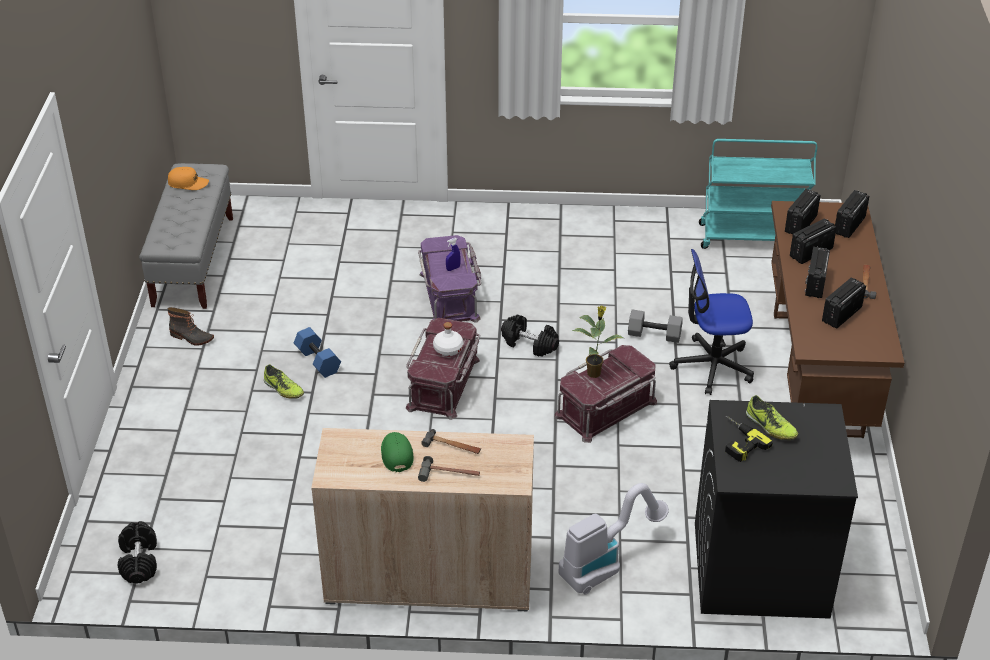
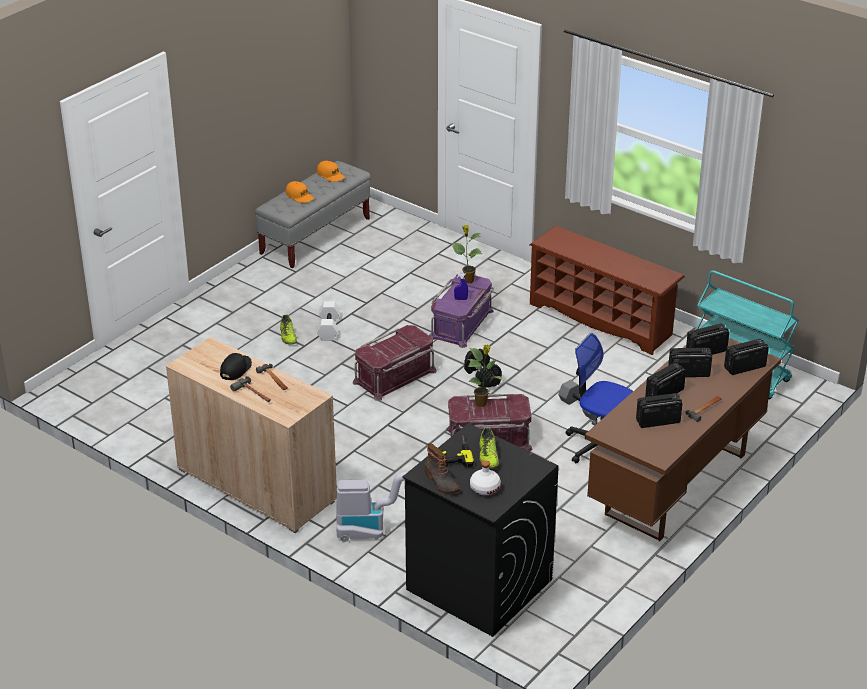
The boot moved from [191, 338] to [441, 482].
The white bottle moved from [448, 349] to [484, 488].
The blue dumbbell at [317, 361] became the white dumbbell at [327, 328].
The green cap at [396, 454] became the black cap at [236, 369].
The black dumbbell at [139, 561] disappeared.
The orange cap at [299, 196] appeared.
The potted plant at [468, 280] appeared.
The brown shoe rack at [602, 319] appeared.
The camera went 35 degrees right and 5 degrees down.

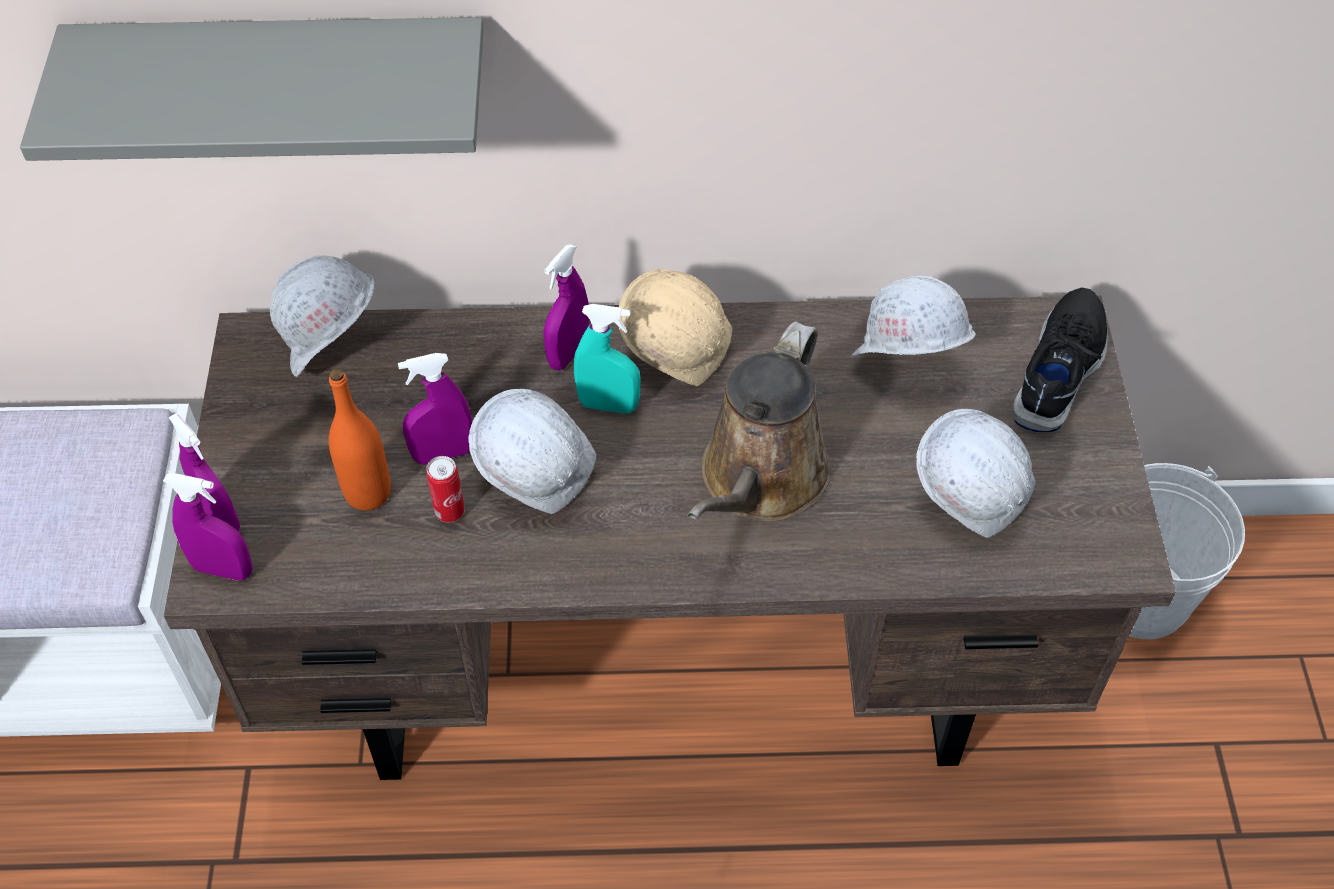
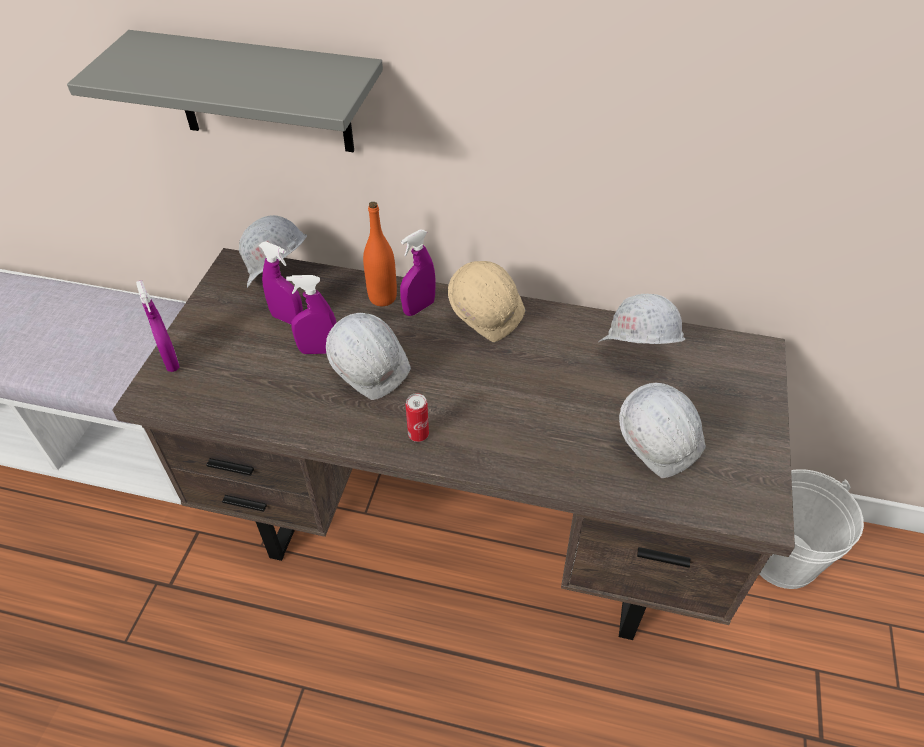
The black shoe at [1061, 370] disappeared.
The turquoise spray bottle at [608, 405] disappeared.
The brown watering can at [759, 481] disappeared.
The orange bottle moved from [368, 493] to [382, 297].
The can moved from [449, 512] to [418, 435].
The purple spray bottle moved from [223, 569] to [288, 319].
The camera went 15 degrees right and 5 degrees down.

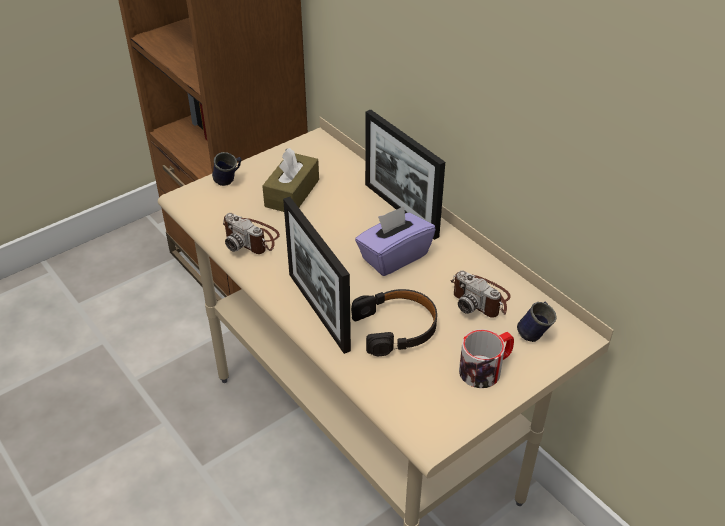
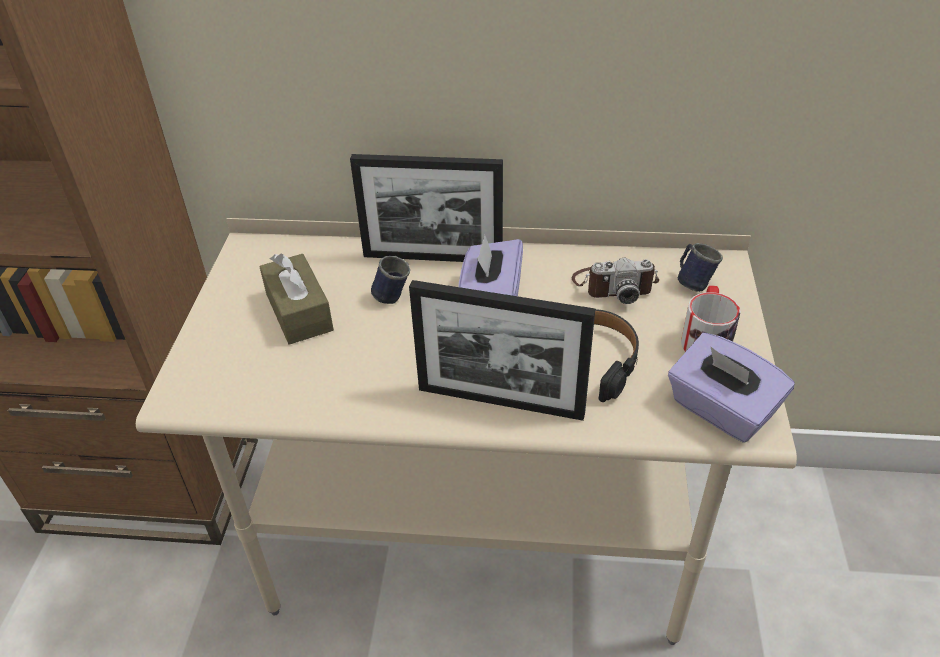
The blue mug moved from [229, 181] to [393, 294].
The photo camera at [252, 238] disappeared.
The purple tissue box at [721, 410] appeared.
The camera went 45 degrees left and 0 degrees up.

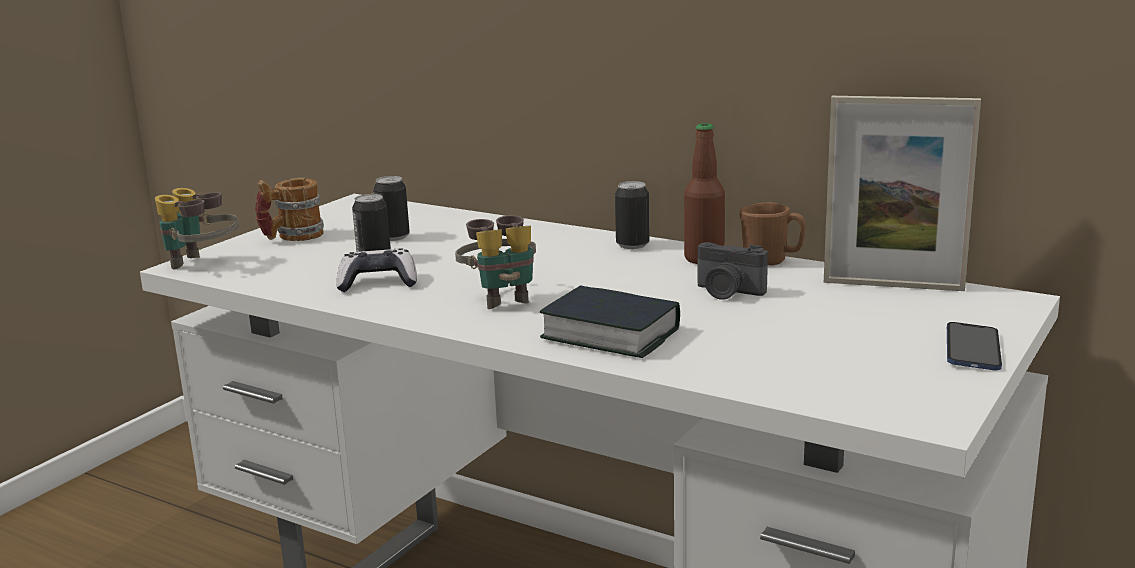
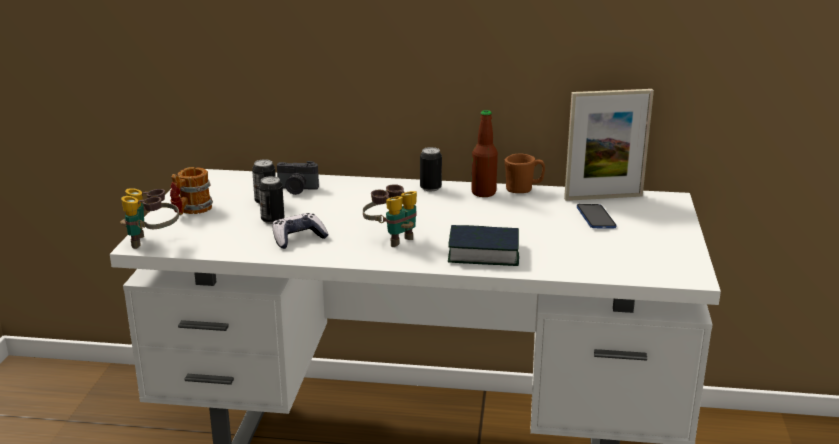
The photo camera moved from [727, 292] to [297, 189].
The phone moved from [972, 349] to [595, 218].
The camera went 25 degrees left and 5 degrees up.

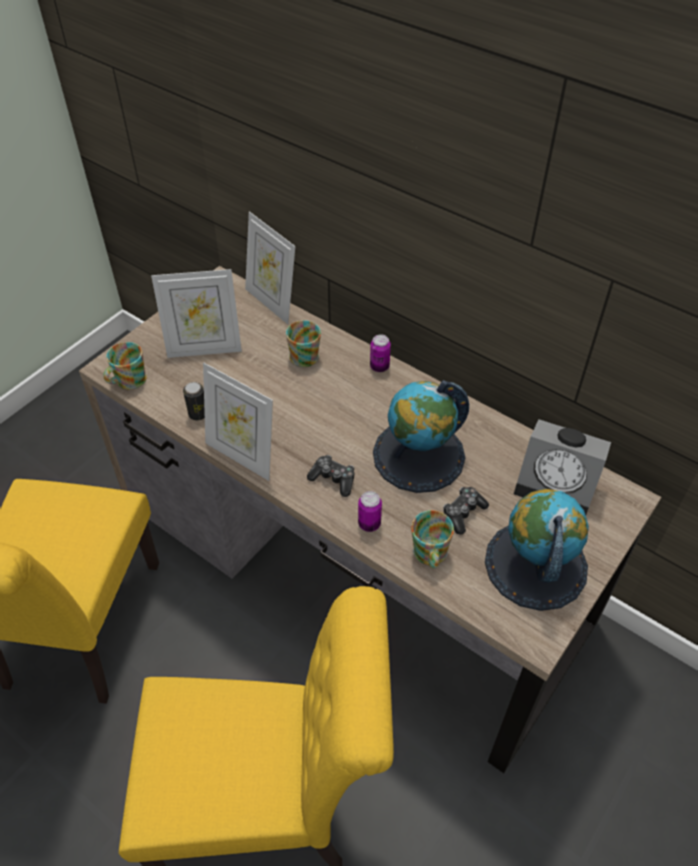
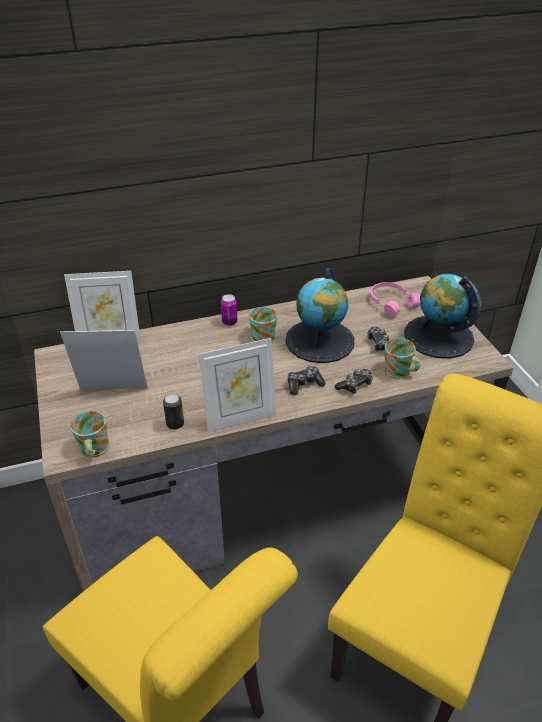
The picture frame at [204, 349] turned 120 degrees counterclockwise.
The mug moved from [306, 354] to [261, 335].
The alarm clock at [558, 486] was replaced by the pink headphones at [391, 302].
The can at [369, 524] was replaced by the game controller at [355, 385].
The camera went 55 degrees left and 10 degrees down.

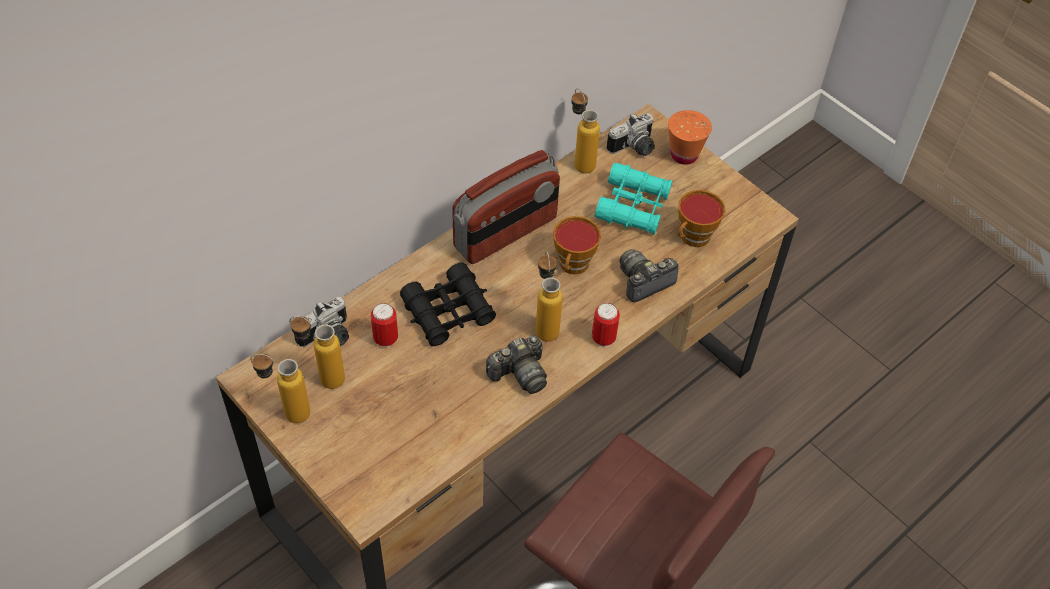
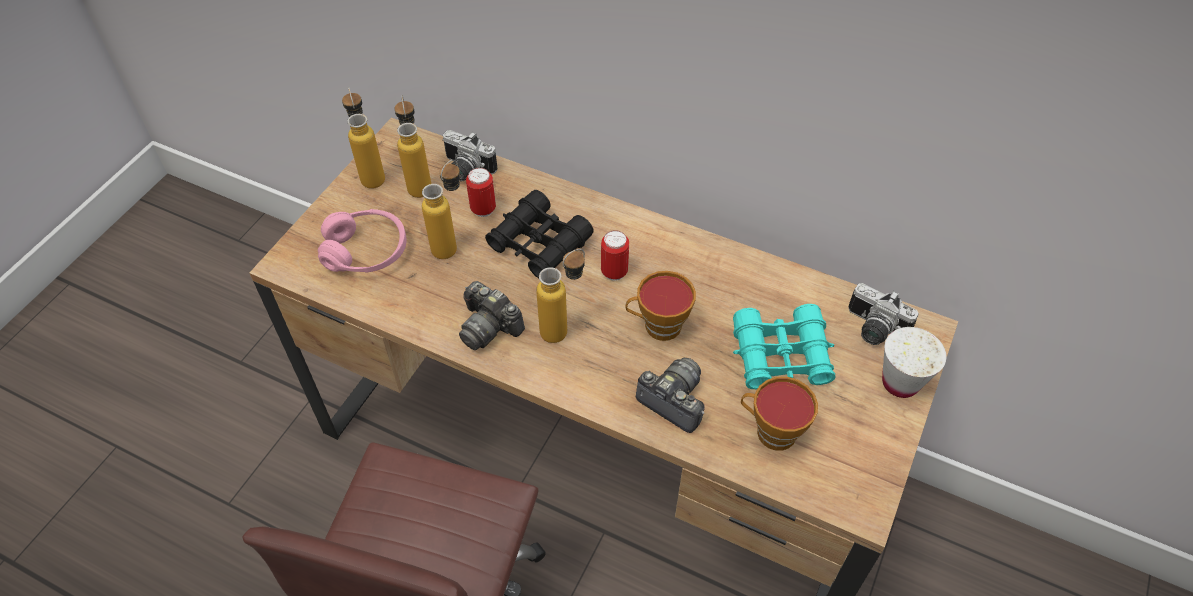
The bottle moved from [580, 160] to [451, 244].
The orange cup at [684, 155] became the white cup at [900, 382].
The radio at [506, 233] disappeared.
The can moved from [603, 338] to [614, 272].
The pink headphones at [366, 251] appeared.
The camera went 70 degrees right and 0 degrees up.

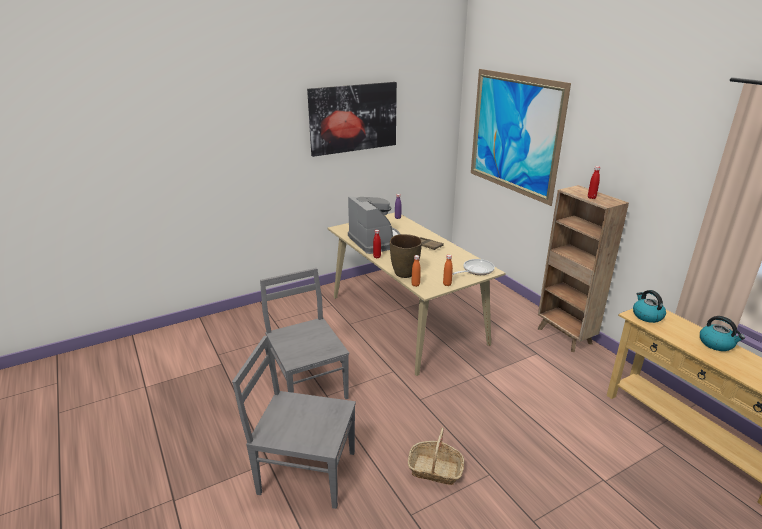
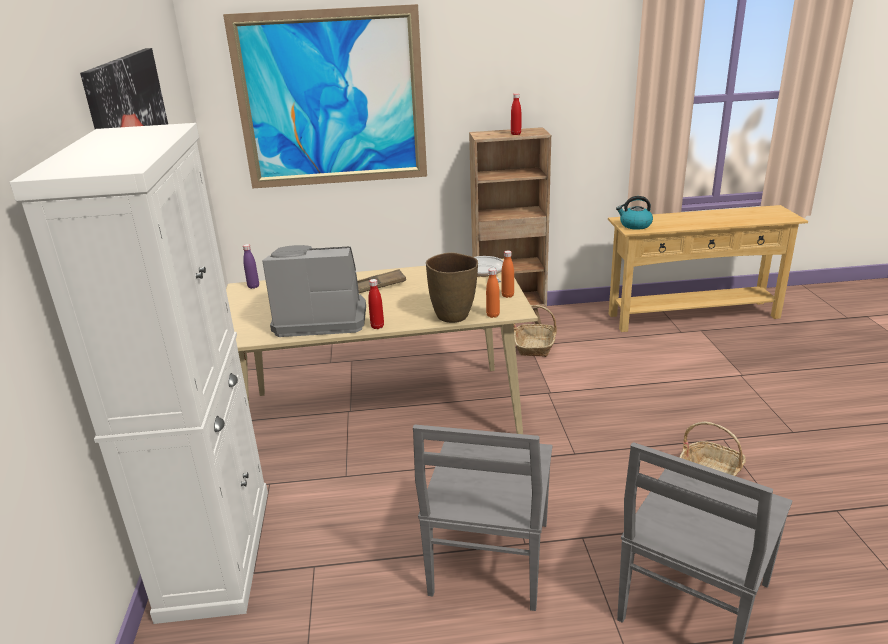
The grey chair at [308, 386] turned 75 degrees counterclockwise.
The kettle at [716, 344] disappeared.
The white cabinet at [217, 550] appeared.
The basket at [535, 346] appeared.
The camera went 65 degrees left and 0 degrees up.

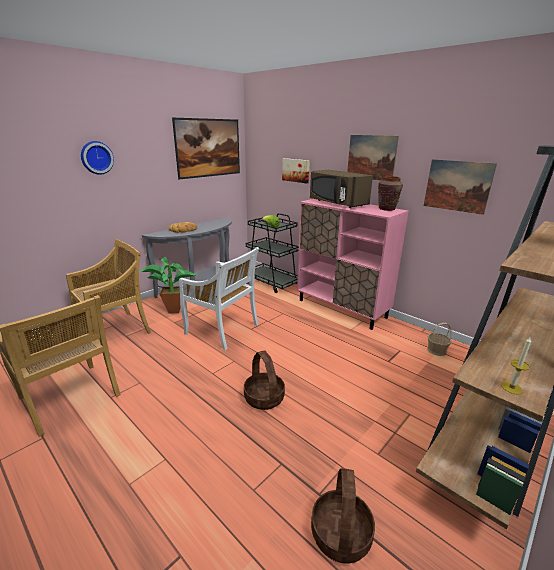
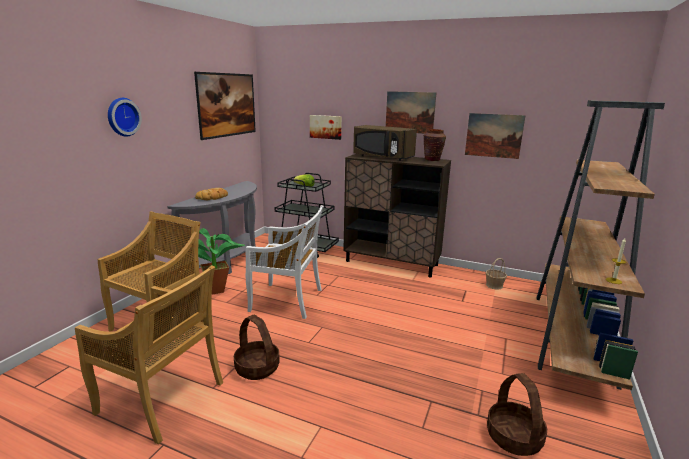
The pink cabinet at [342, 308] became the brown cabinet at [392, 263].
The basket moved from [264, 398] to [257, 368].
The camera went 20 degrees left and 5 degrees down.

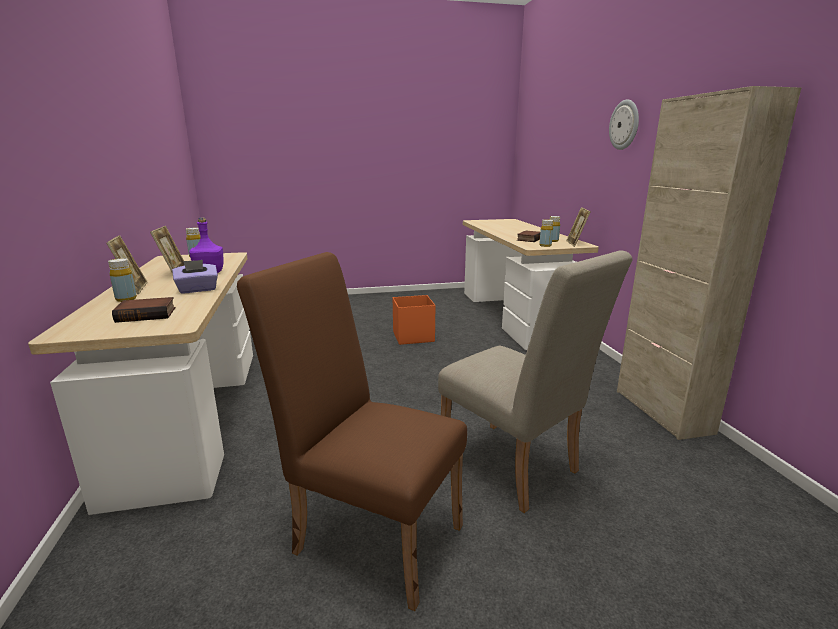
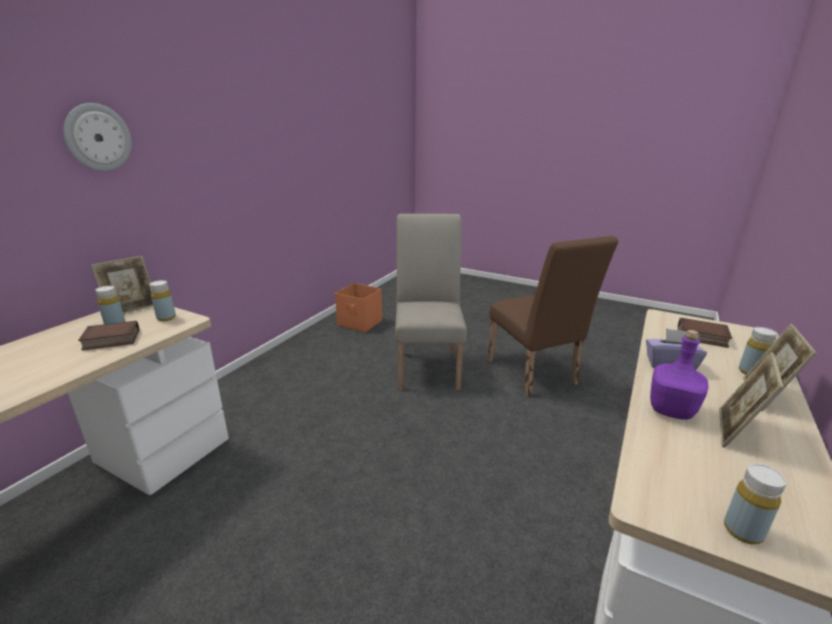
The beige cabinet at [662, 411] disappeared.
The orange storage box moved from [412, 337] to [360, 323].
The camera went 140 degrees left and 5 degrees up.

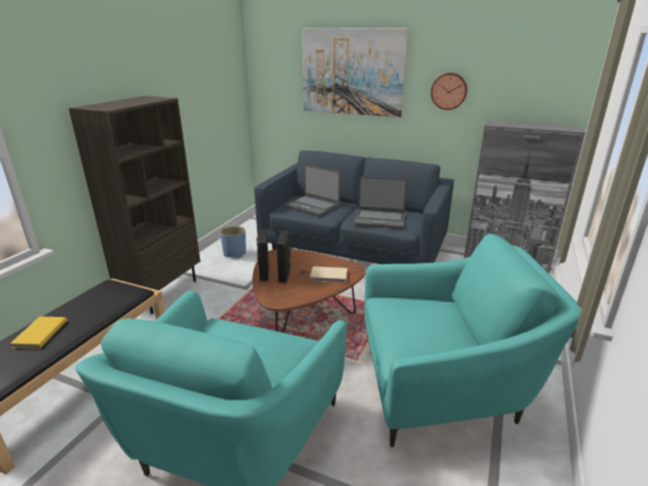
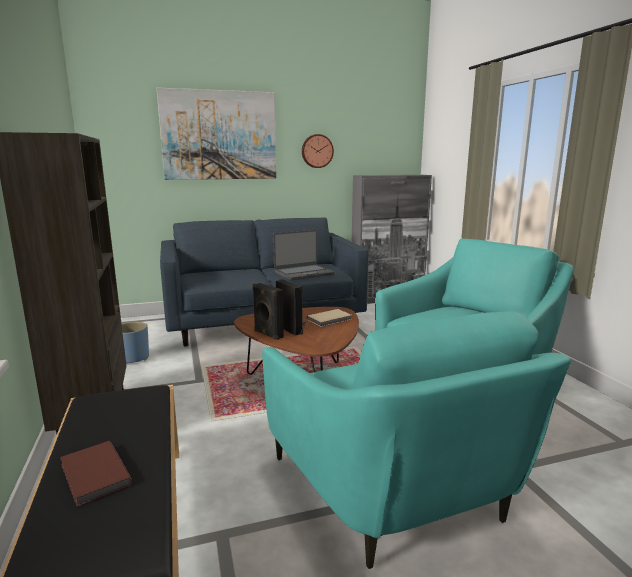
The laptop at [312, 206] disappeared.
The yellow book at [39, 334] became the brown book at [94, 475].
The camera went 40 degrees left and 10 degrees down.

